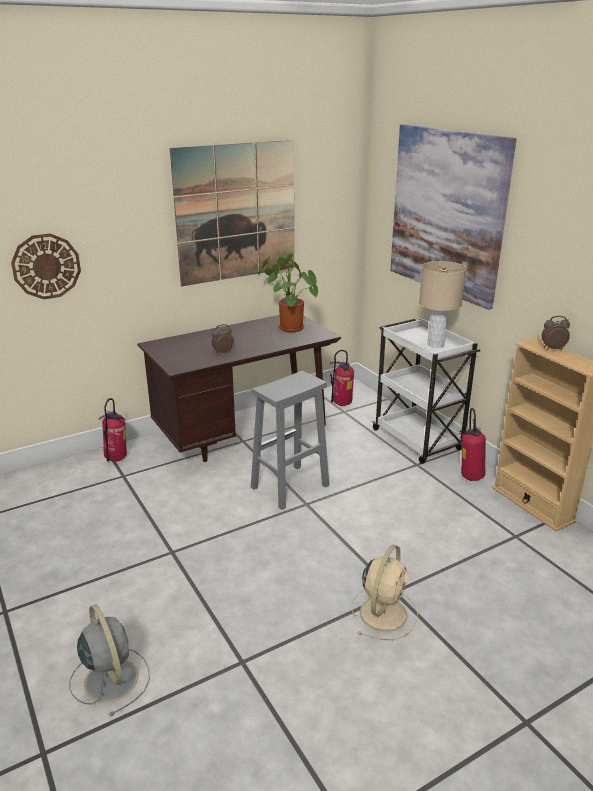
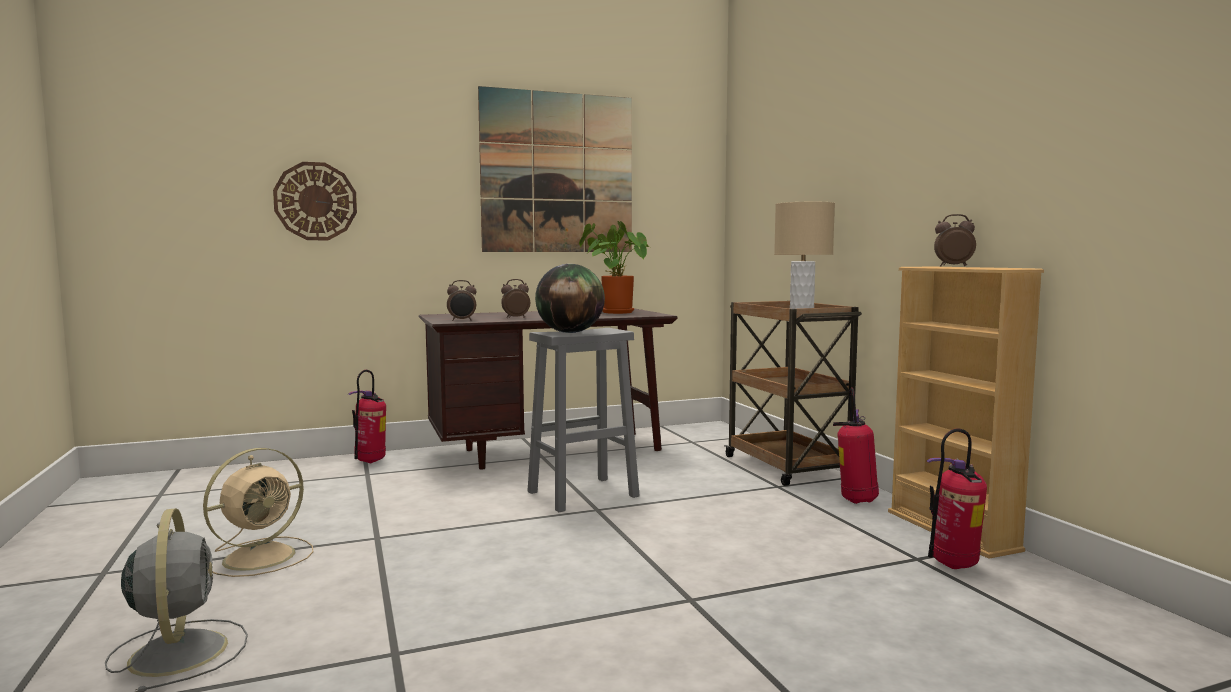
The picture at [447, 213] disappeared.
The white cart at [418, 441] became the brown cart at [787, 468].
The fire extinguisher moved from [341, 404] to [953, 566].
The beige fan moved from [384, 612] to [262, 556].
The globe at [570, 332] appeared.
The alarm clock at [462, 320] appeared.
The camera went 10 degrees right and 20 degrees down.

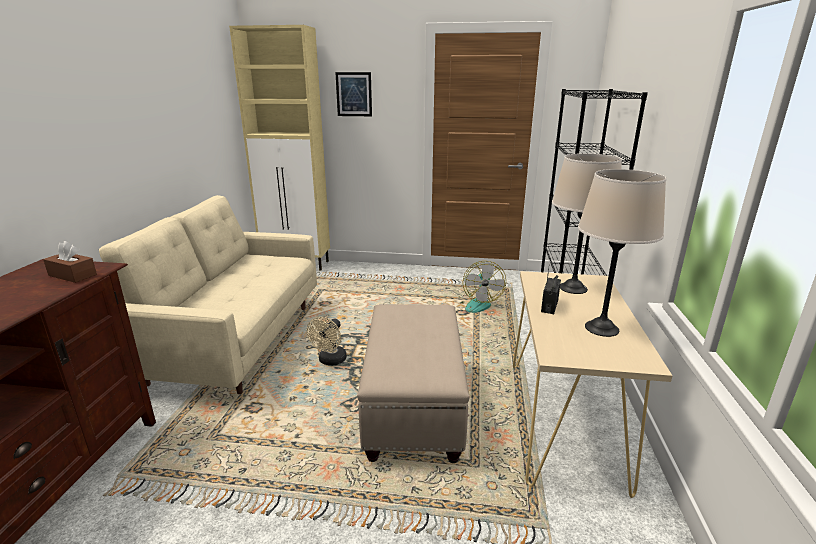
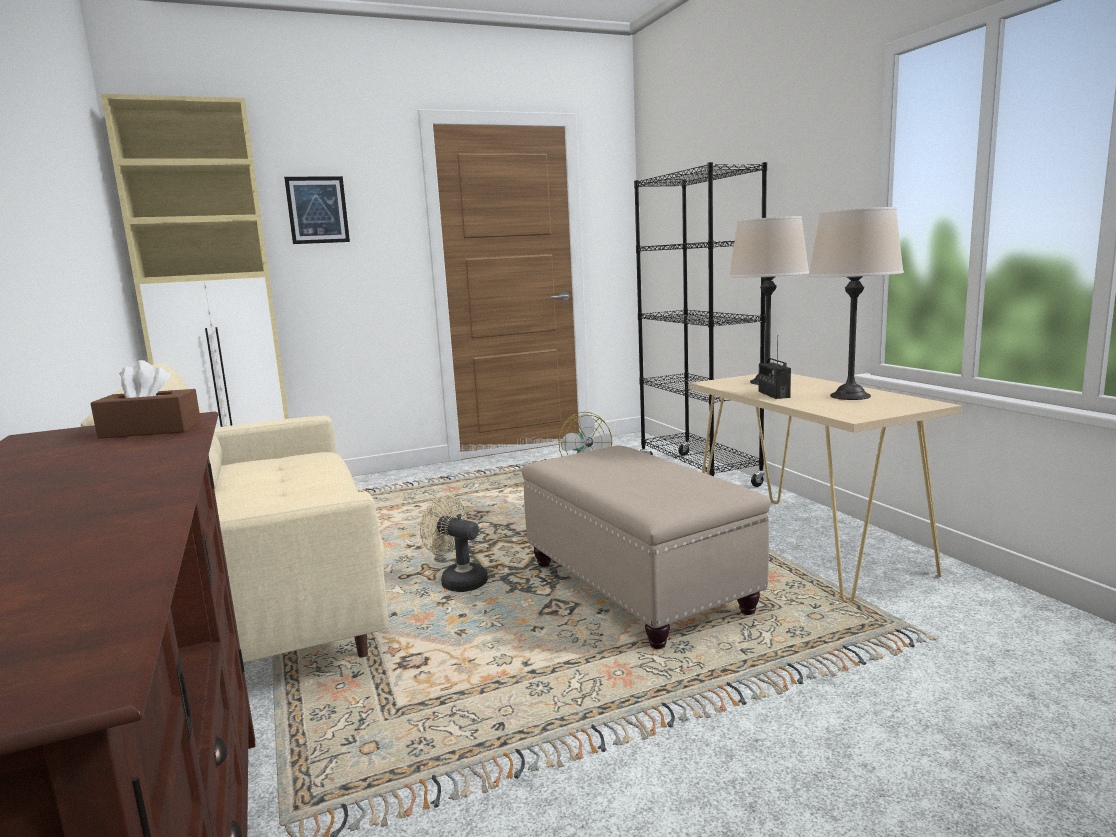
The beige fan at [330, 361] turned 135 degrees clockwise.
The camera went 30 degrees left and 10 degrees down.

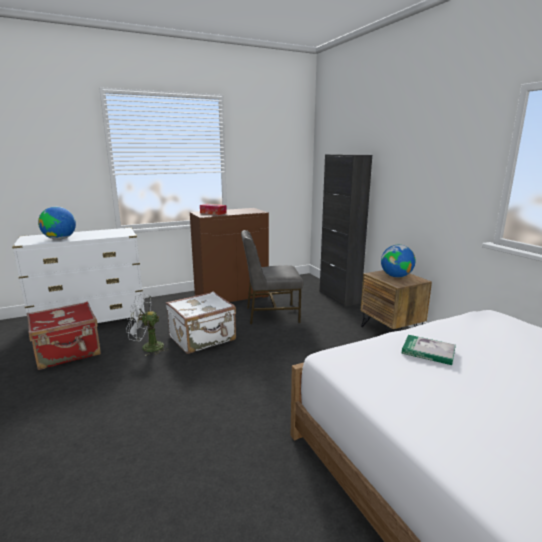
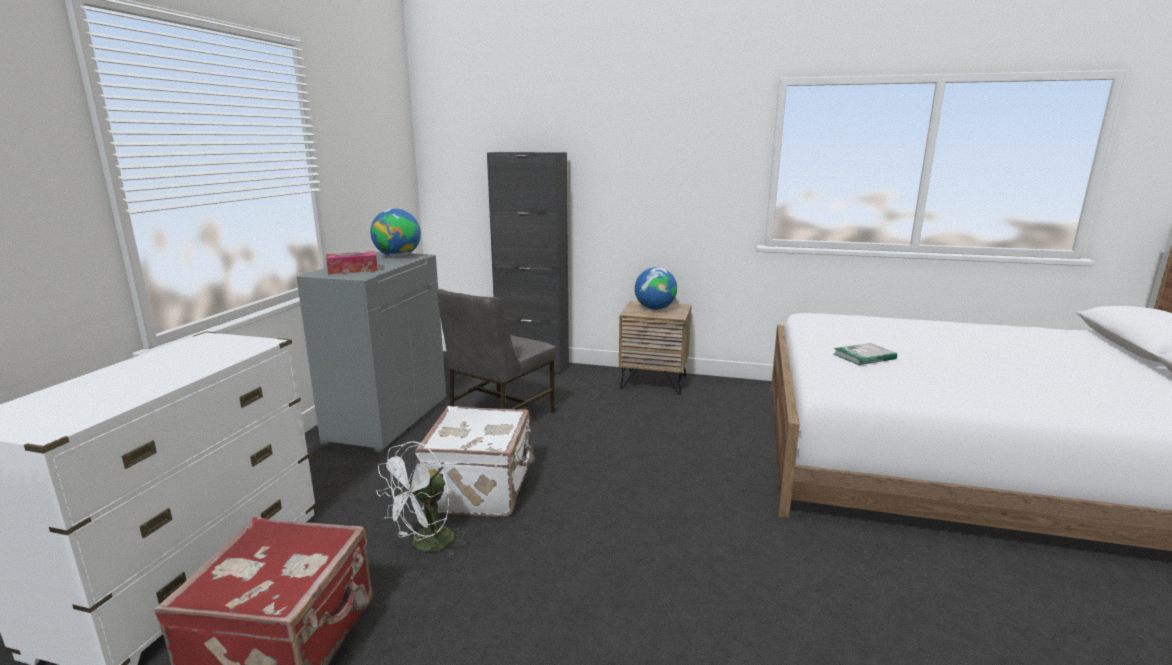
The globe moved from [60, 239] to [398, 256].
The brown cabinet at [231, 296] became the grey cabinet at [387, 419].
The camera went 50 degrees left and 0 degrees up.

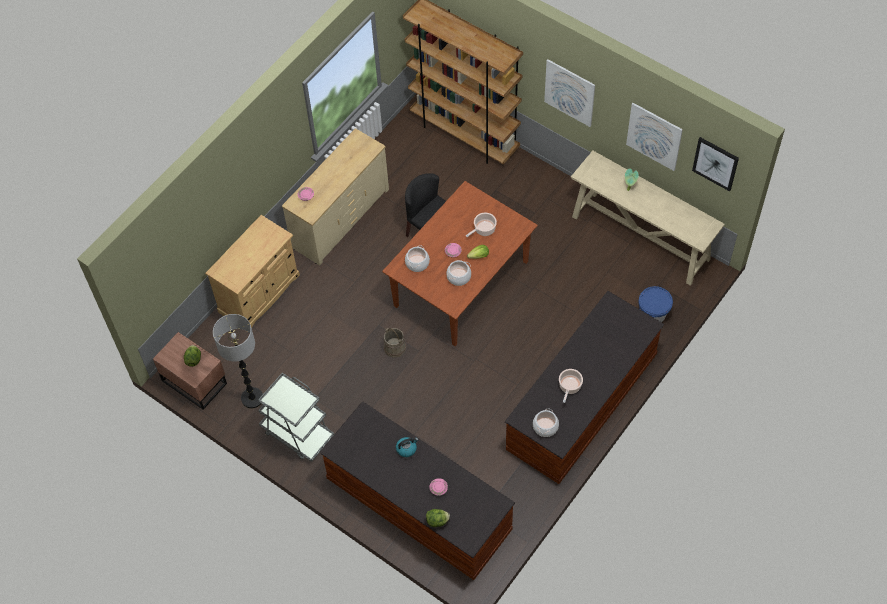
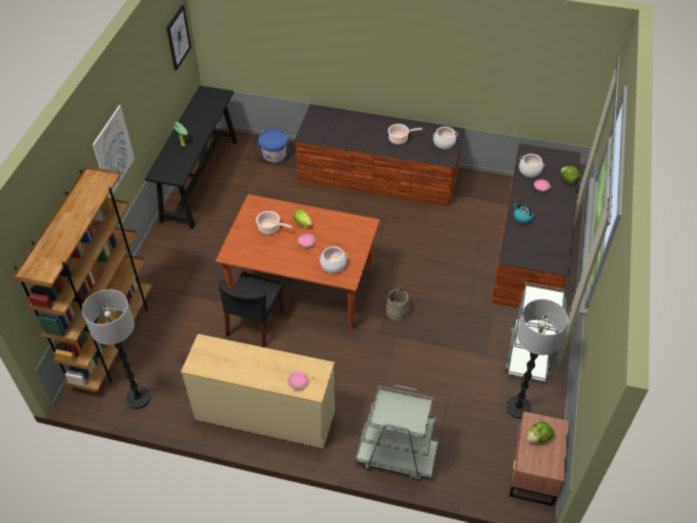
The picture at [654, 136] disappeared.
The beige console table at [641, 238] became the black console table at [200, 179].
The beige cabinet at [259, 293] was replaced by the grey cart at [396, 455].
The cooking pot moved from [459, 276] to [529, 171].
The floor lamp at [138, 398] appeared.
The camera went 115 degrees left and 10 degrees down.

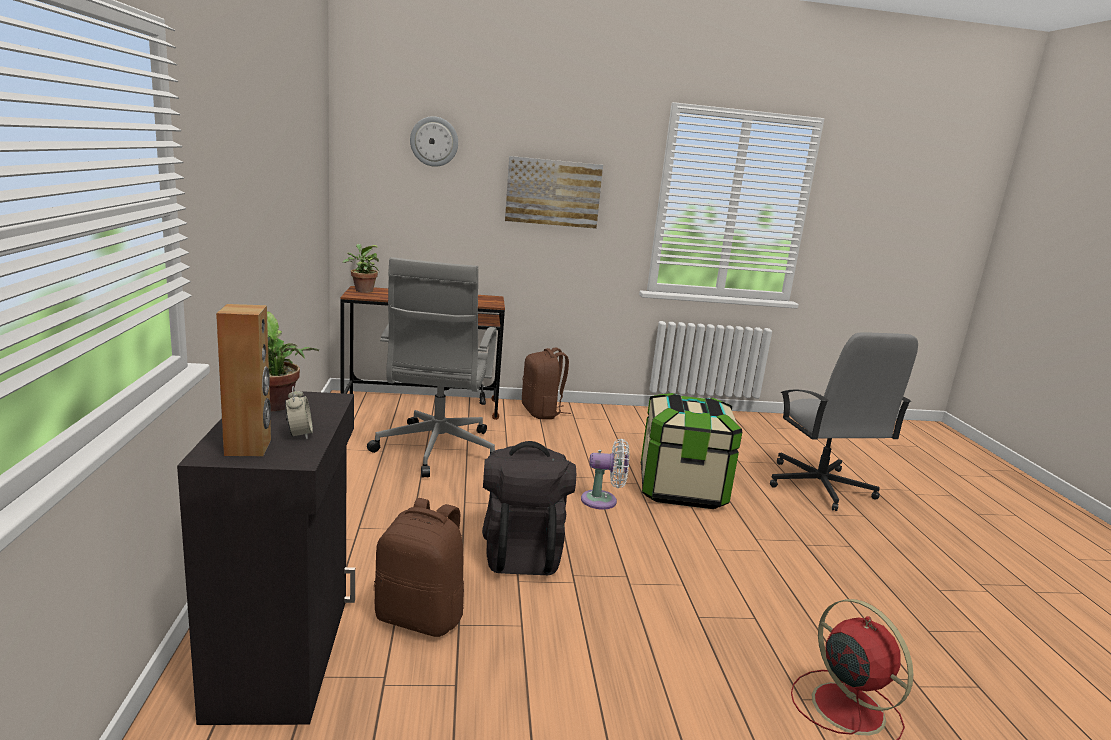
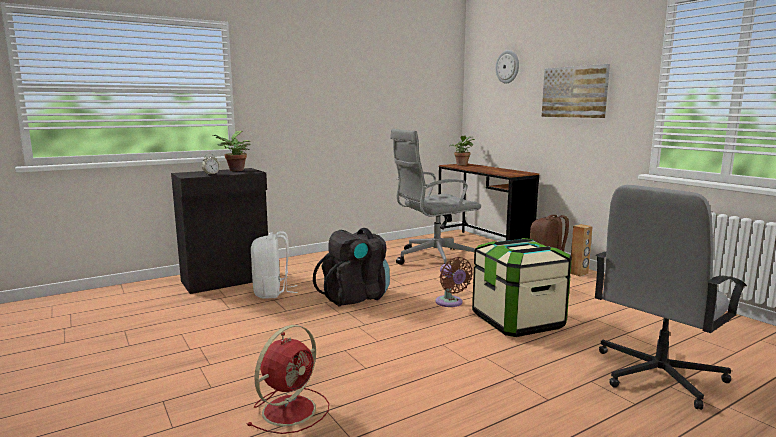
The brown speaker moved from [249, 447] to [579, 273].
The white fan at [603, 501] became the brown fan at [450, 303].
The brown backpack at [421, 617] became the white backpack at [272, 292].
The camera went 65 degrees right and 5 degrees down.

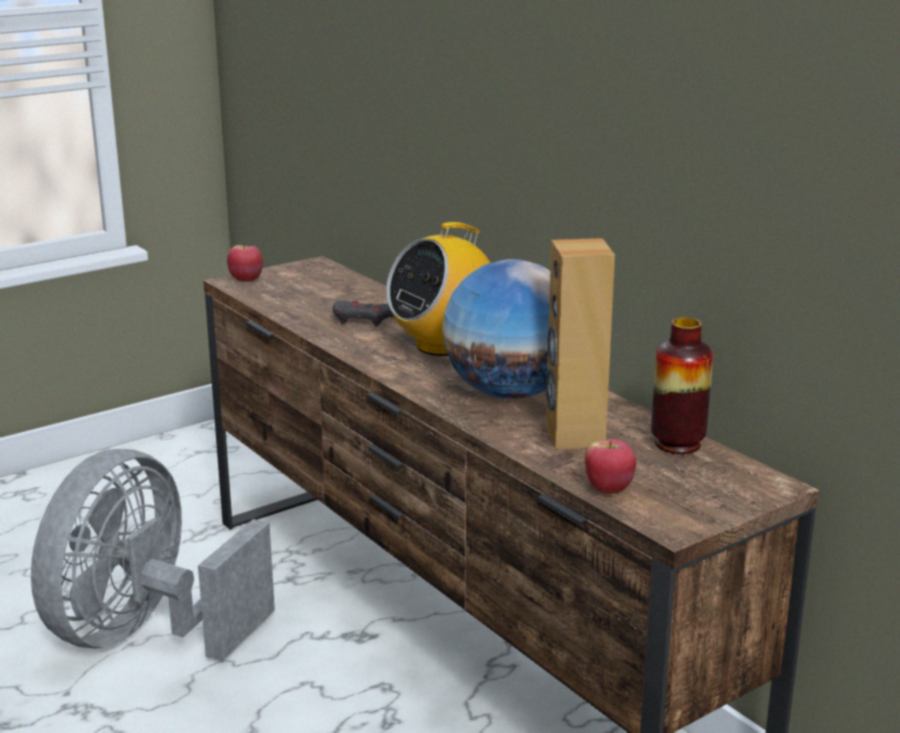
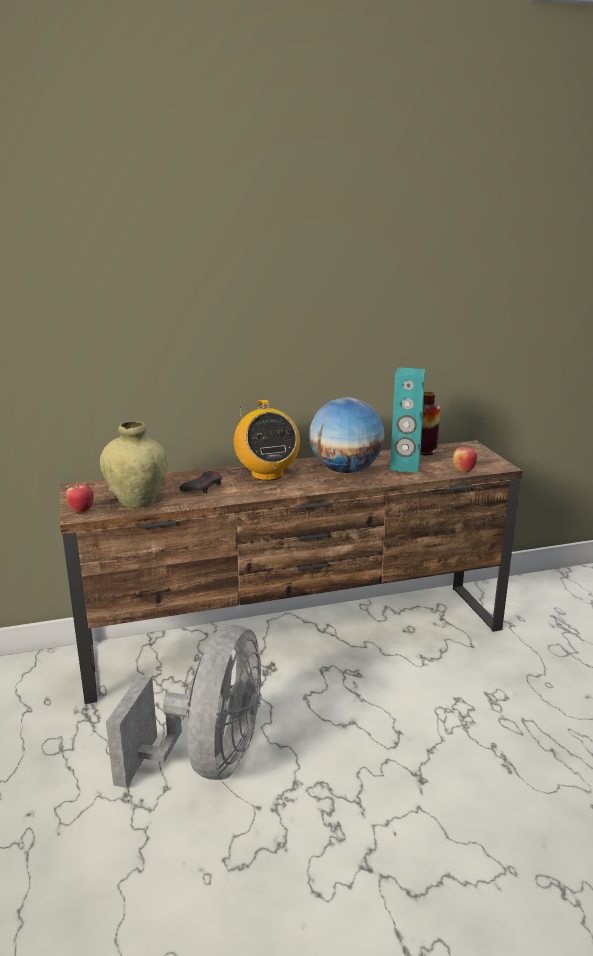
The brown speaker at [573, 436] became the turquoise speaker at [405, 467].
The grey fan at [146, 634] turned 120 degrees counterclockwise.
The beige vase at [137, 501] appeared.
The camera went 70 degrees left and 0 degrees up.

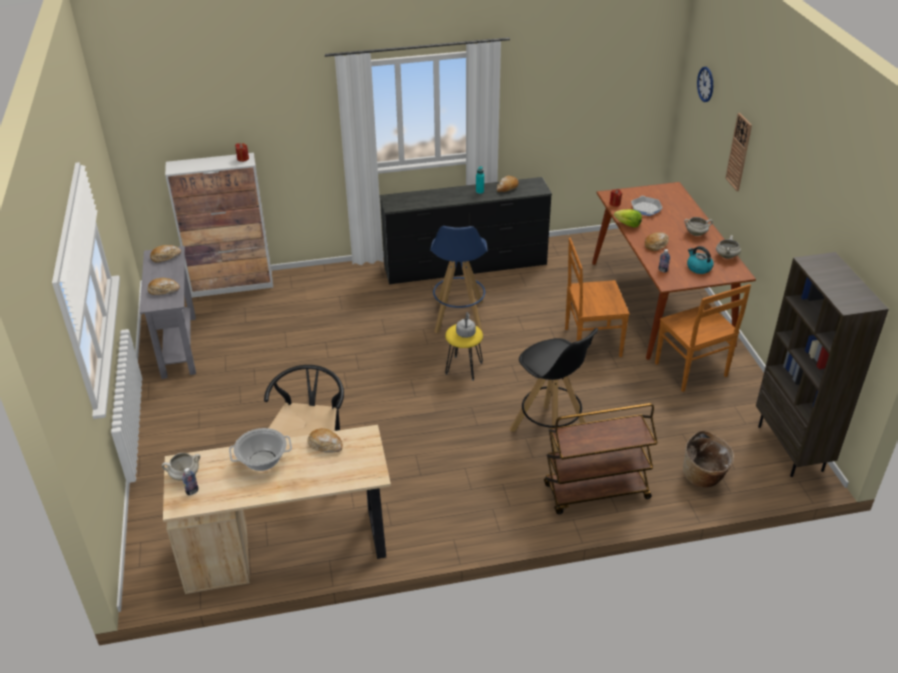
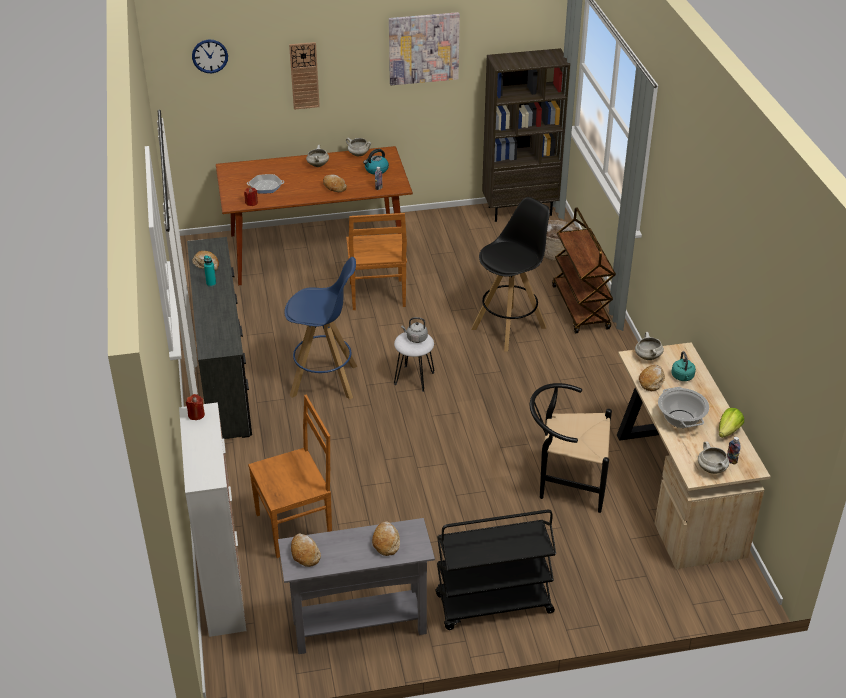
The lettuce moved from [628, 225] to [728, 431].
The brown chair moved from [692, 371] to [296, 526].
The yellow stool at [464, 368] became the white stool at [413, 378].
The picture at [423, 48] appeared.
The white cooking pot at [647, 357] appeared.
The turquoise kettle at [682, 377] appeared.
The black cart at [493, 605] appeared.
The camera went 90 degrees left and 0 degrees up.

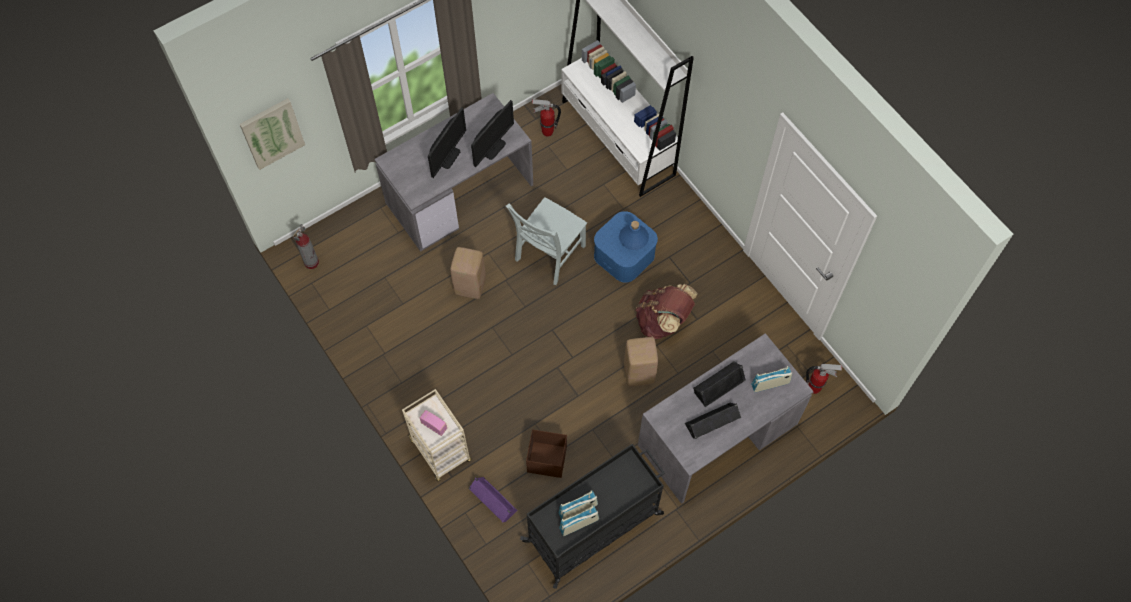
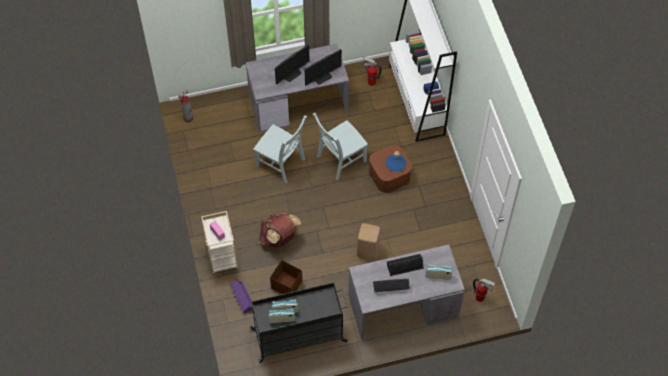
The picture at [272, 133] disappeared.
The blue storage box at [624, 255] became the brown storage box at [389, 175].
The beige stool at [470, 286] was replaced by the grey chair at [282, 164].
The brown backpack moved from [663, 321] to [279, 238].
The camera went 20 degrees right and 5 degrees down.

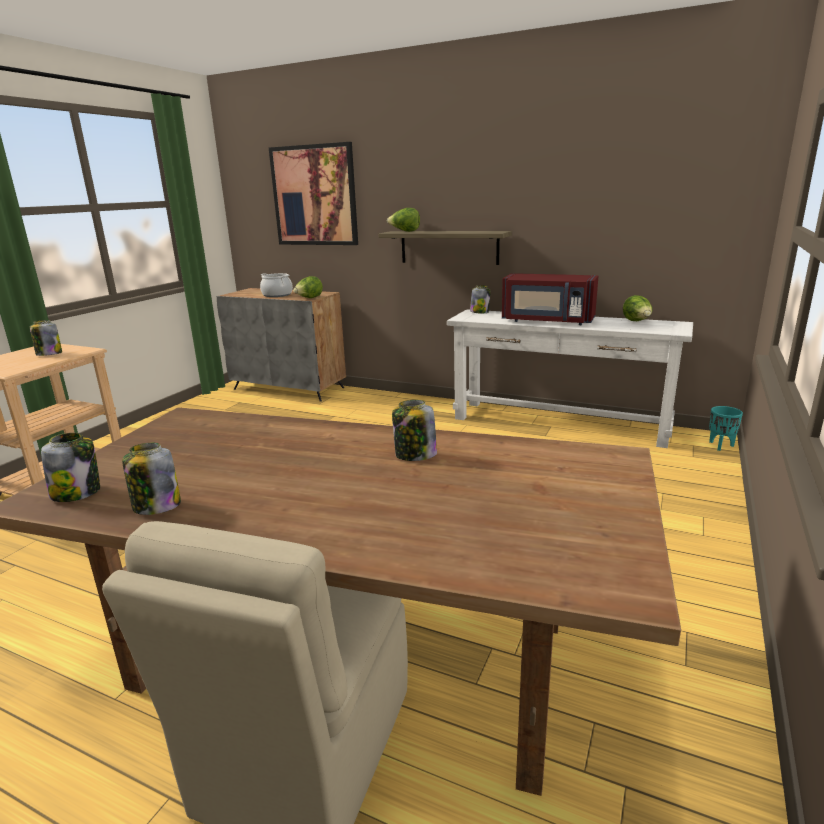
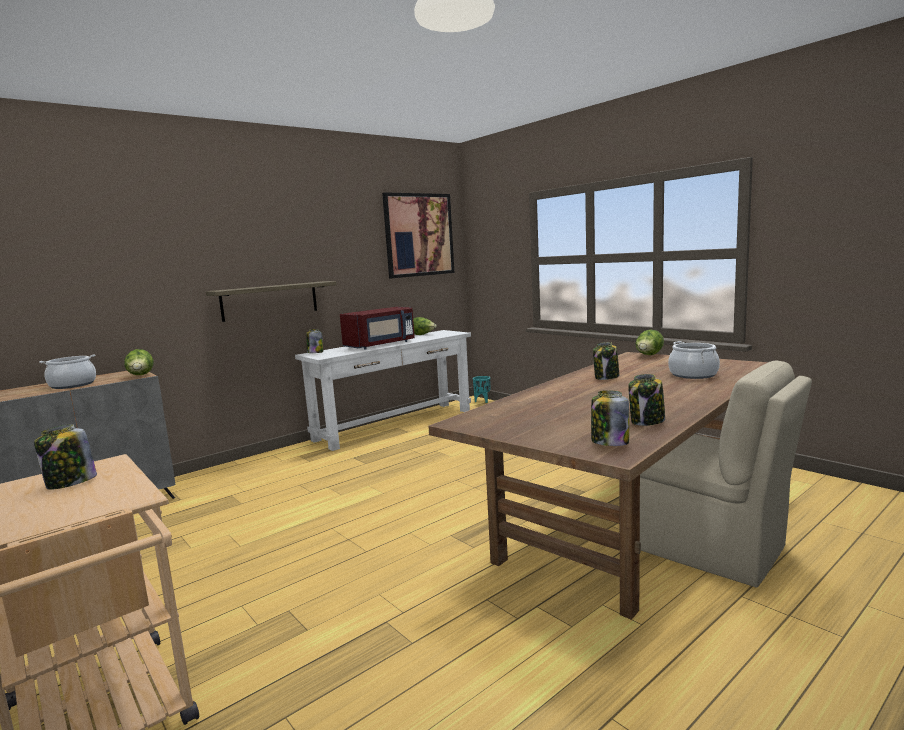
The picture moved from [314, 196] to [419, 235].
The lettuce moved from [405, 231] to [649, 356].
The cooking pot at [693, 375] appeared.
The camera went 65 degrees left and 10 degrees down.

